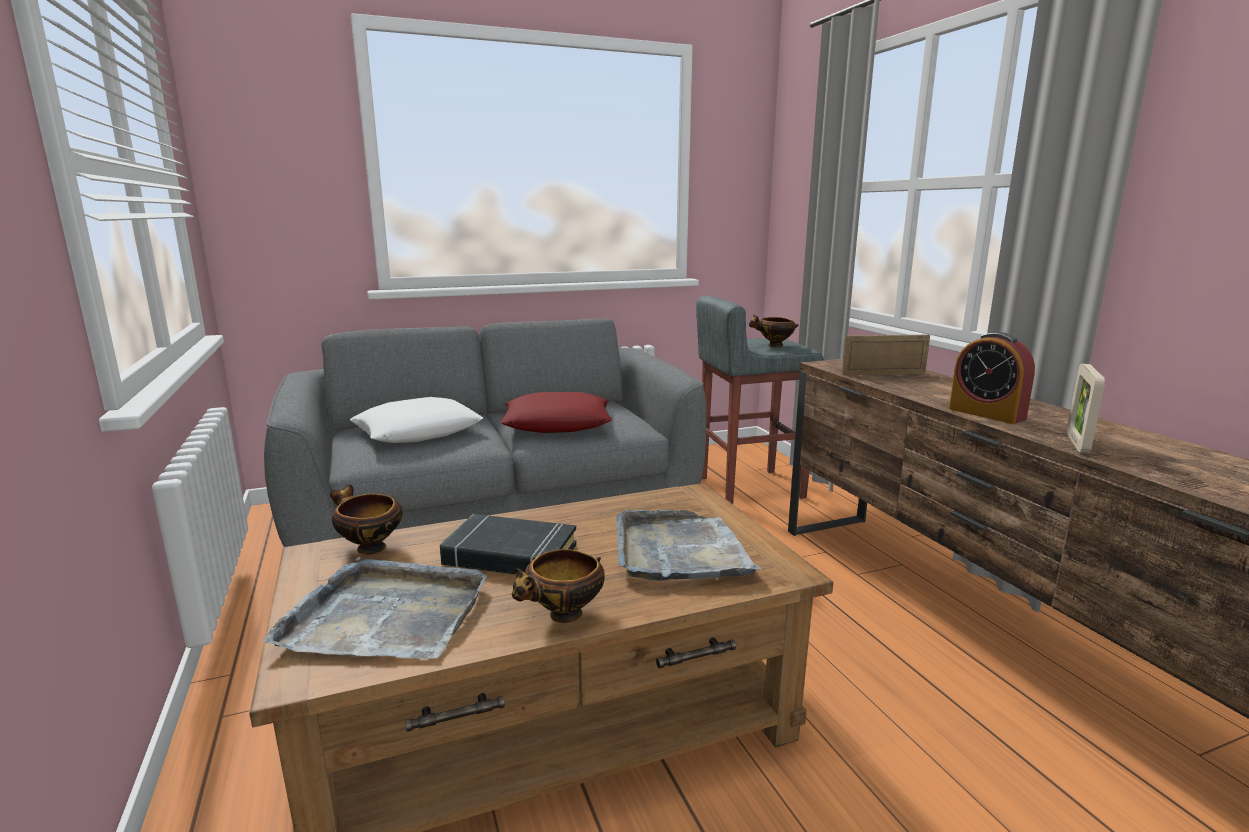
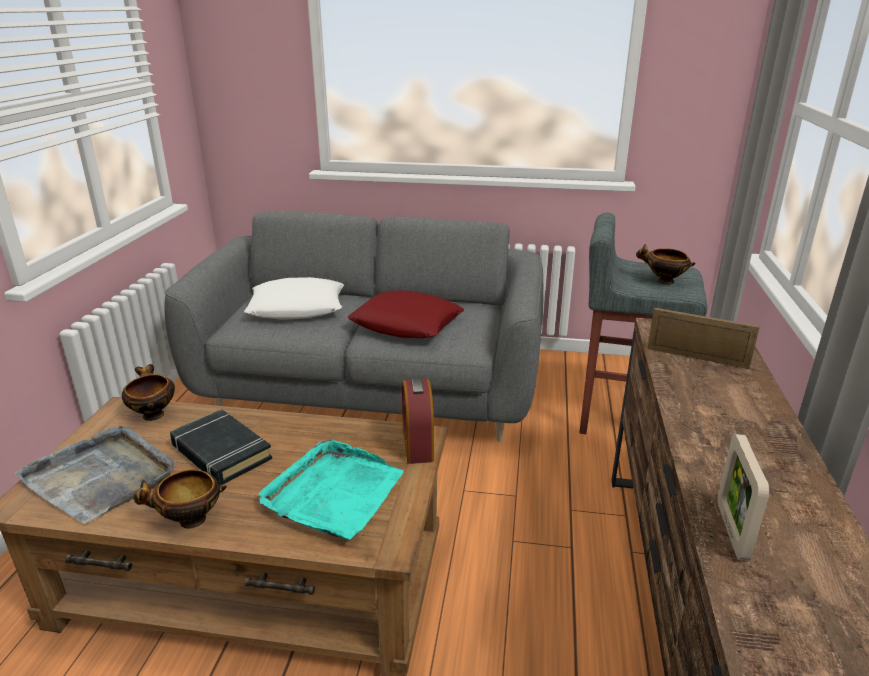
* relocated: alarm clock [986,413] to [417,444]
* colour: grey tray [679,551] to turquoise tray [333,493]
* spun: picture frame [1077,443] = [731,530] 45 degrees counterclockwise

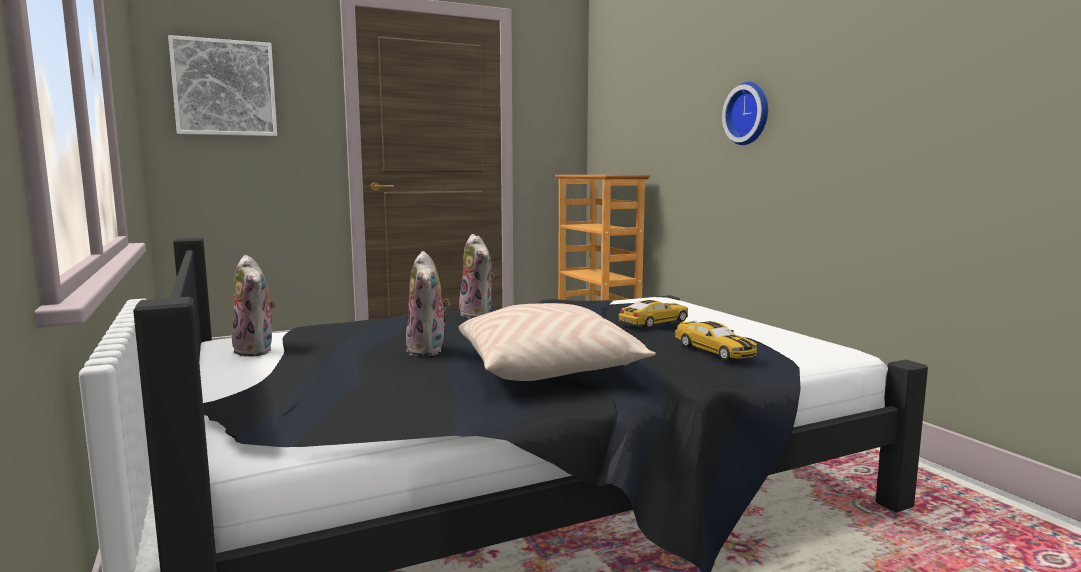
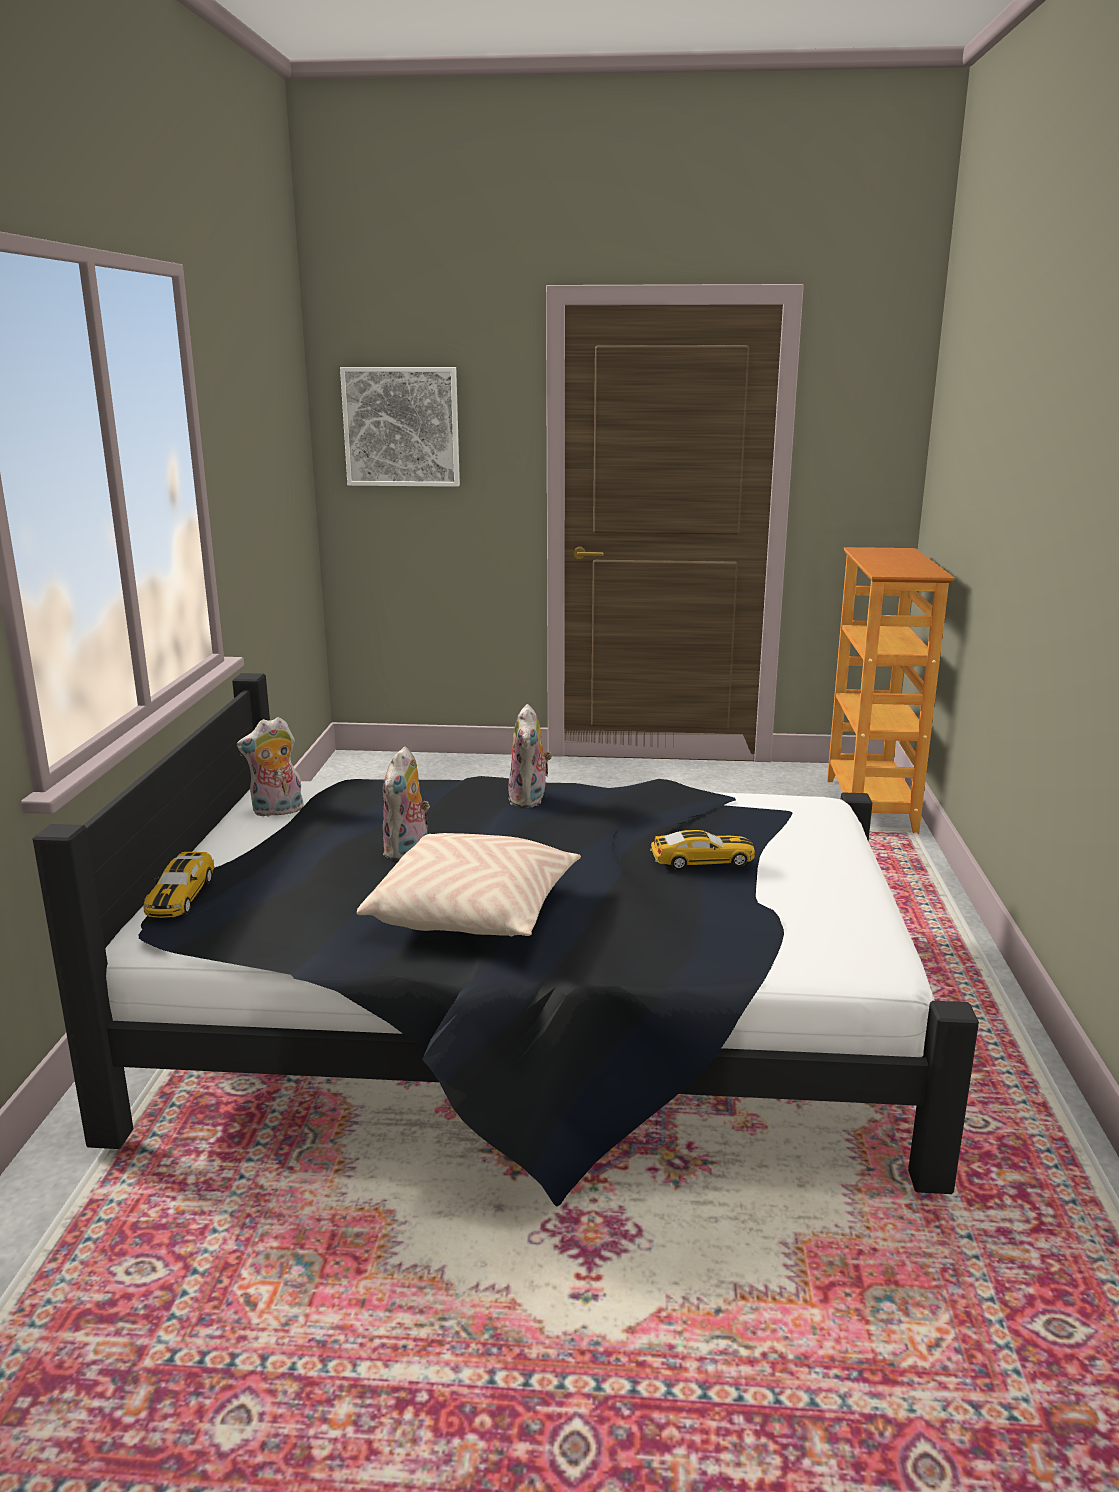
* missing: wall clock [749,114]
* relocated: toy car [715,350] to [180,896]
* spun: plush toy [257,351] = [277,811] 75 degrees clockwise

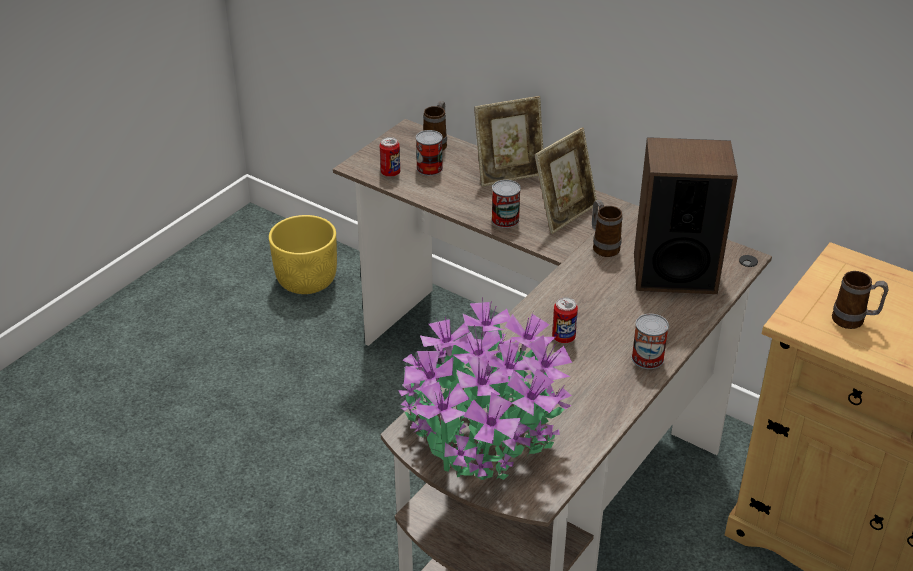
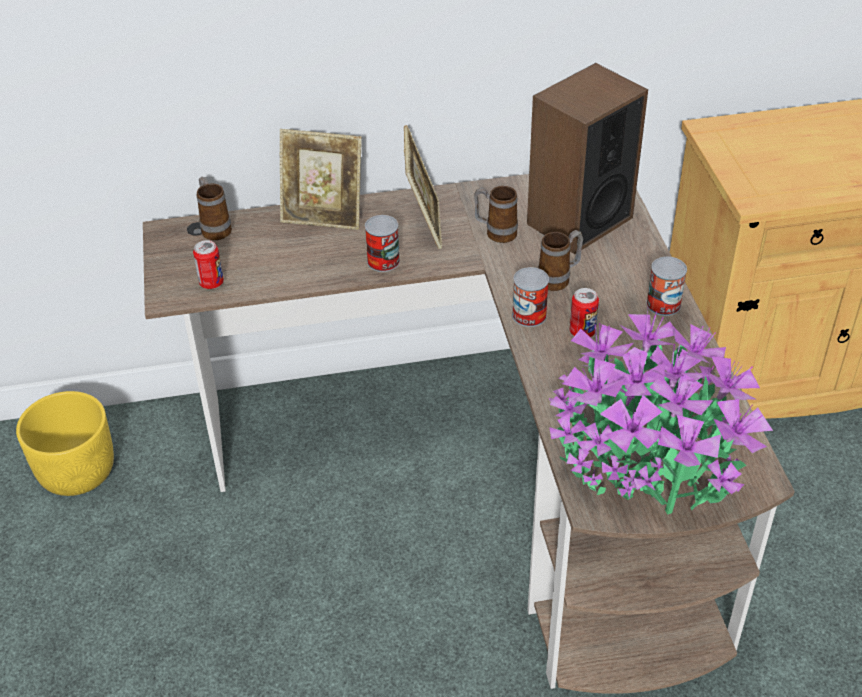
* relocated: can [429,168] to [529,315]
* relocated: mug [854,321] to [559,279]
* spun: picture frame [509,174] = [323,217] 75 degrees clockwise

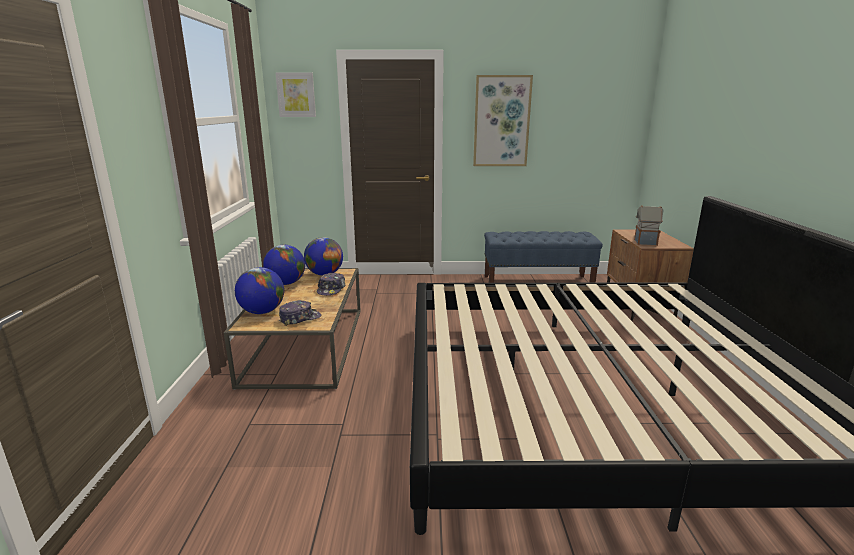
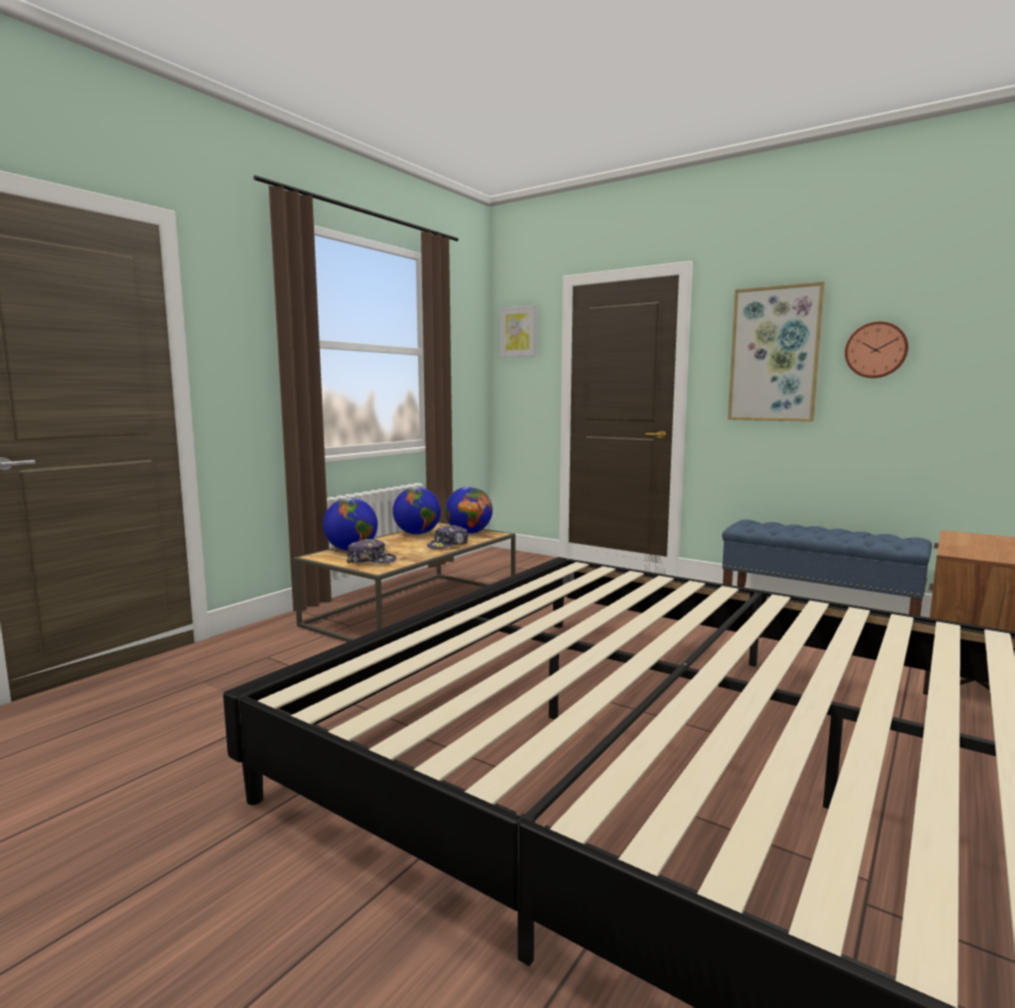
* missing: toy house [644,242]
* appeared: wall clock [876,350]

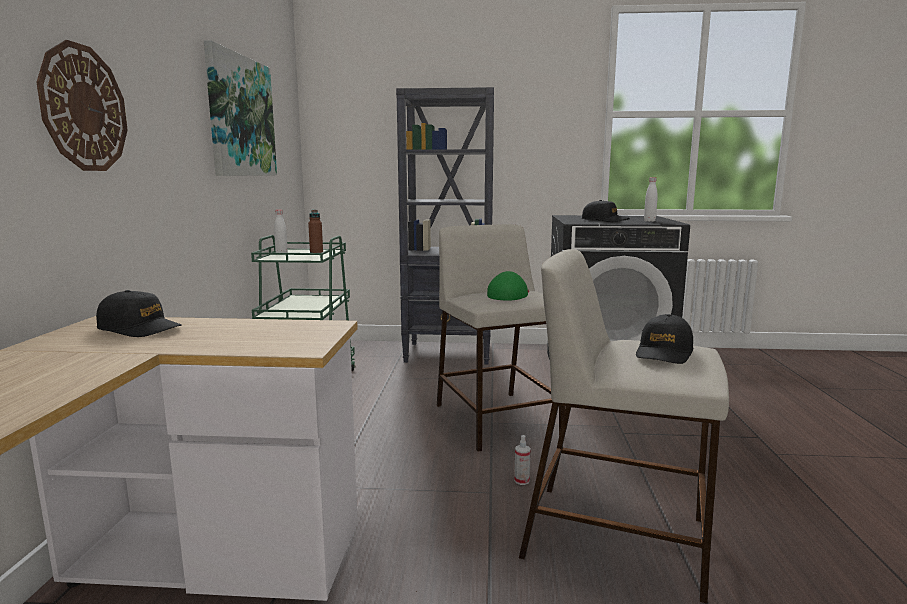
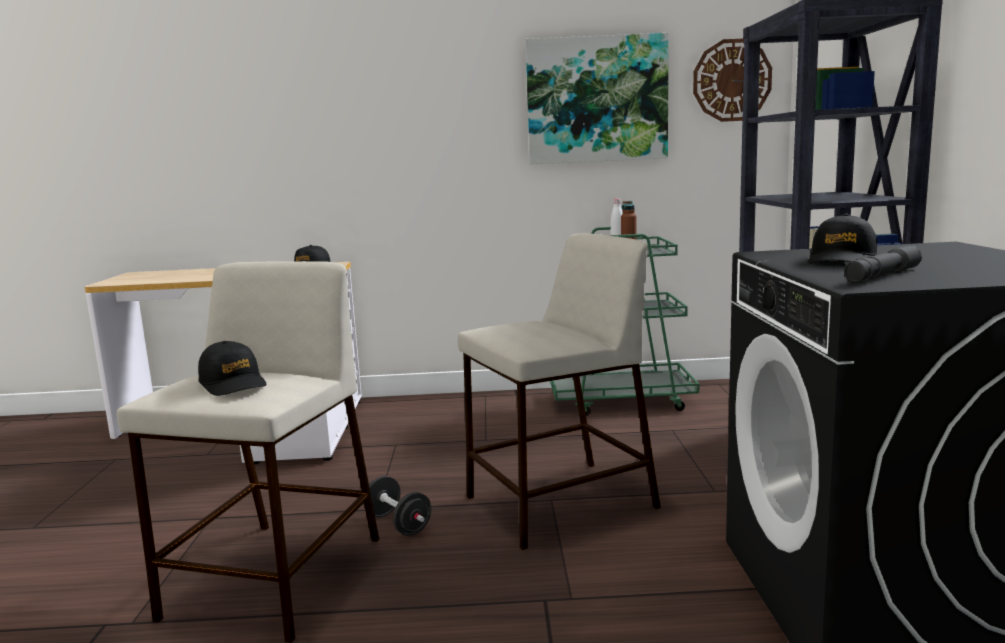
* missing: green cap [509,294]
* relocated: wall clock [84,108] to [731,80]
* exchanged: spray bottle [521,481] to black dumbbell [398,524]
* exchanged: white bottle [649,221] to grey flashlight [882,275]
* spun: black cap [664,353] = [233,383] 150 degrees counterclockwise

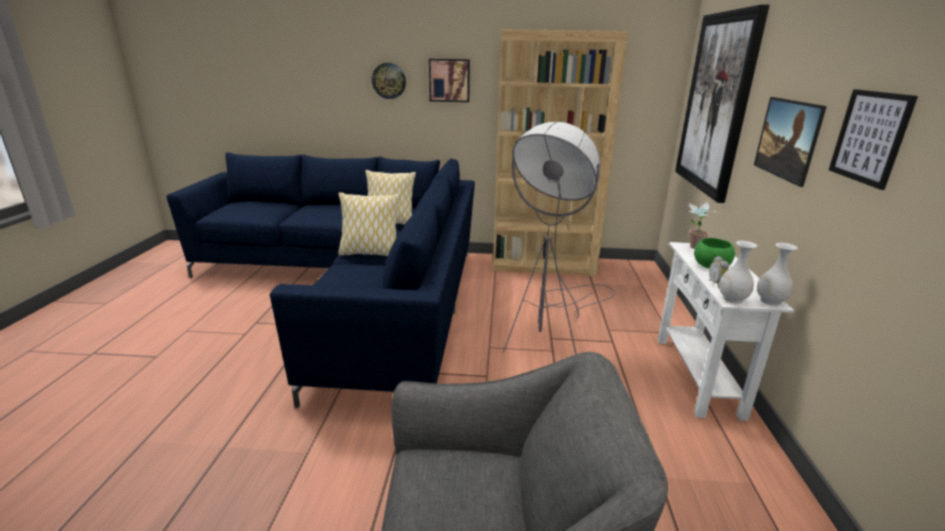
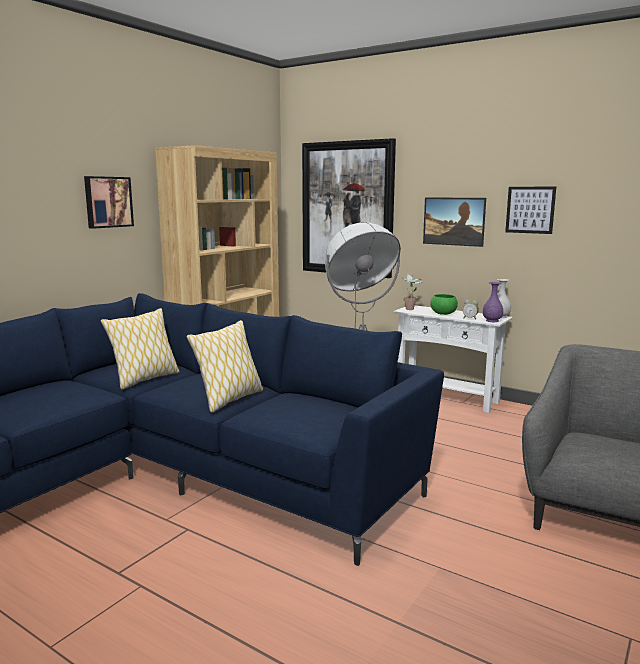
* missing: wall clock [389,81]
* colour: white vase [732,299] to purple vase [492,321]

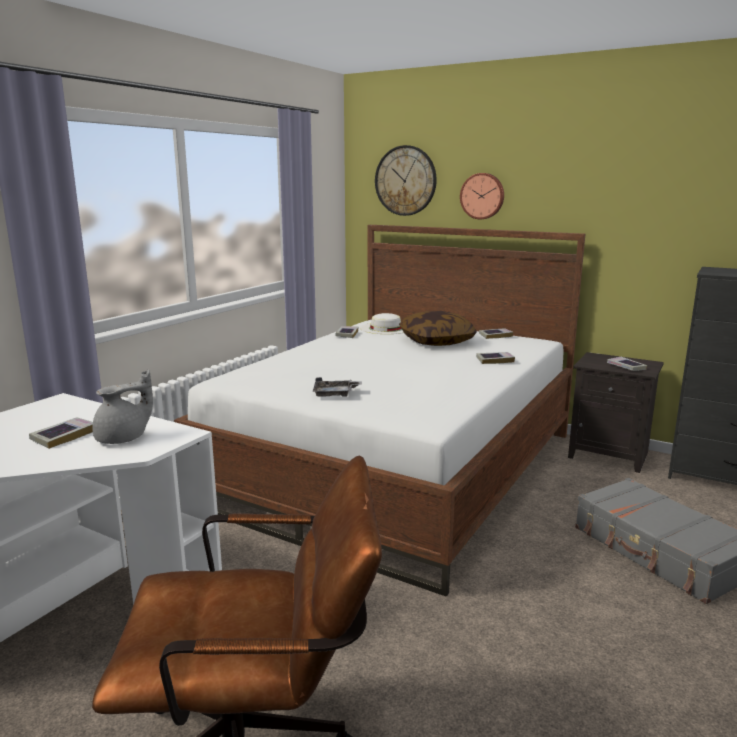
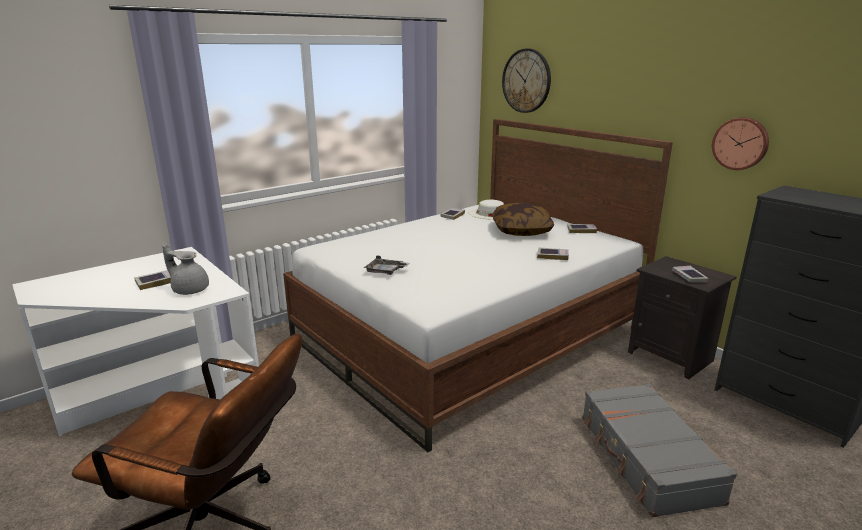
* relocated: wall clock [482,196] to [740,143]
* spun: grey teapot [124,438] = [190,289] 135 degrees counterclockwise

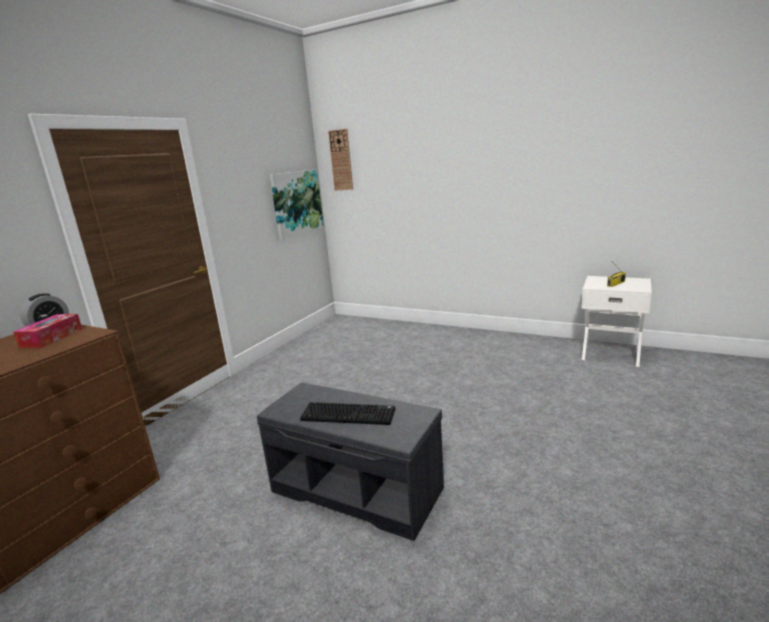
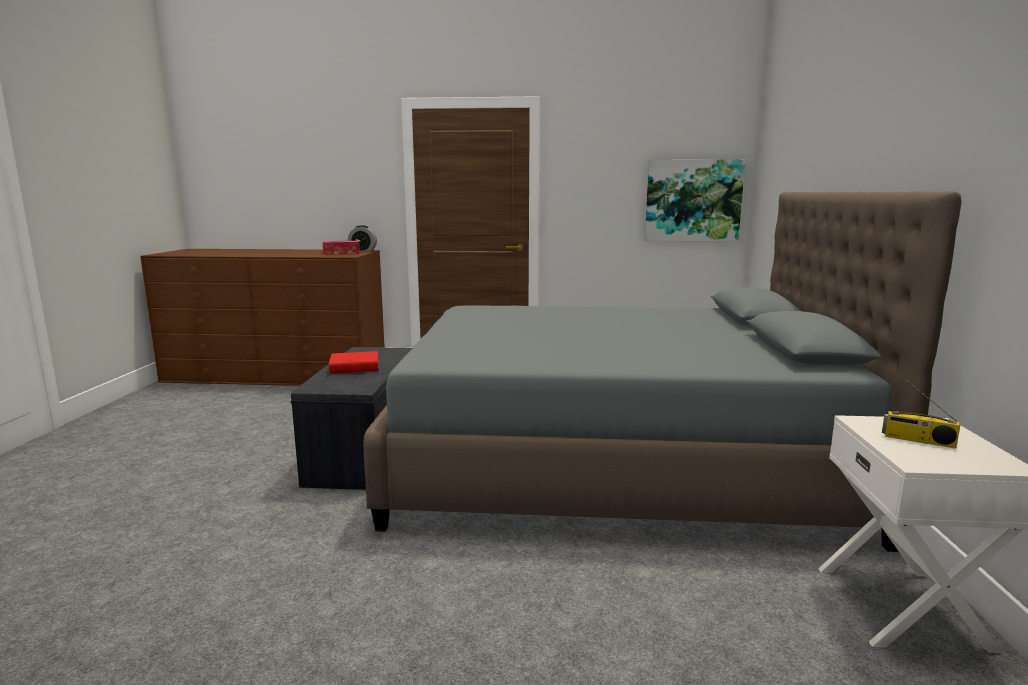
* missing: wall clock [341,160]
* appeared: grey bed [613,460]
* exchanged: keyboard [349,414] to red book [354,367]

